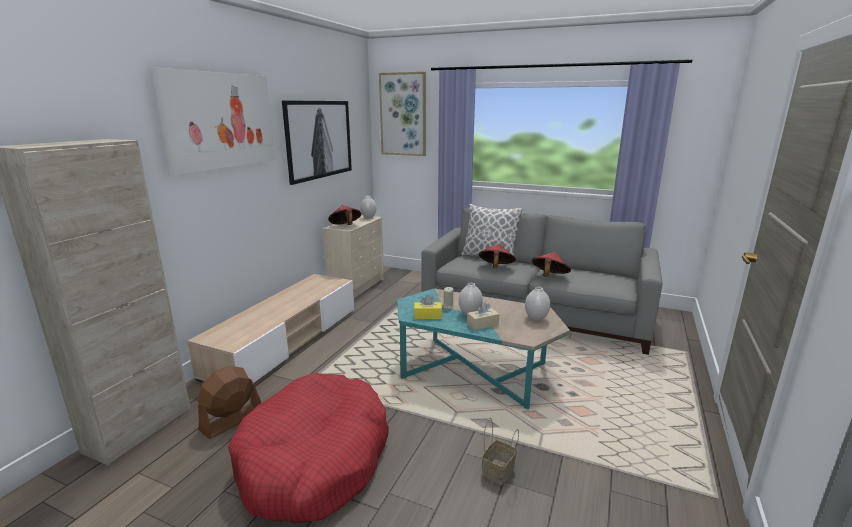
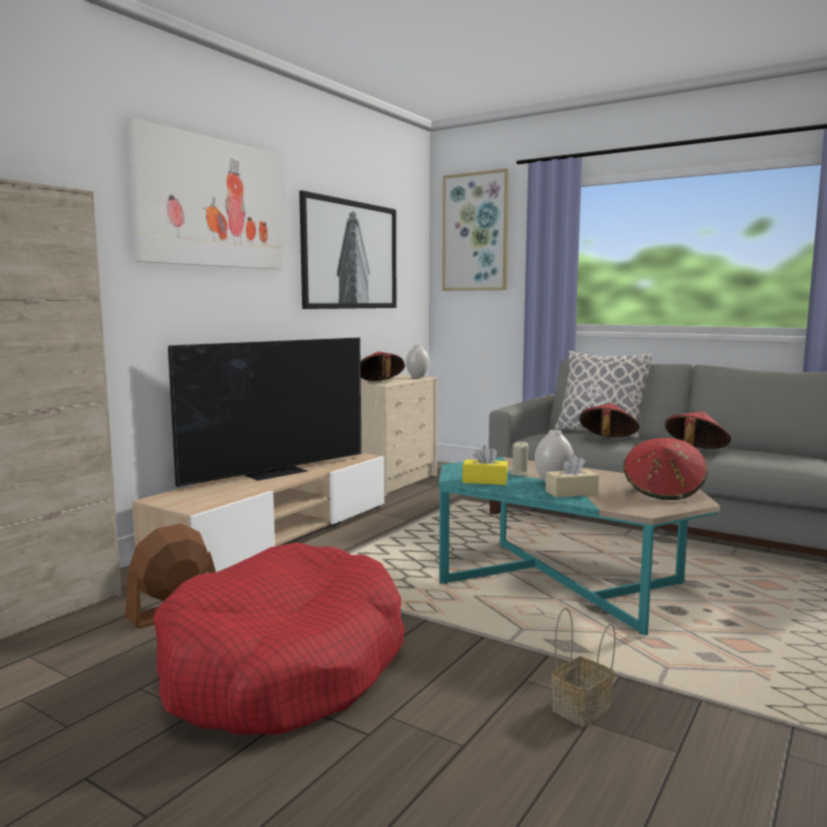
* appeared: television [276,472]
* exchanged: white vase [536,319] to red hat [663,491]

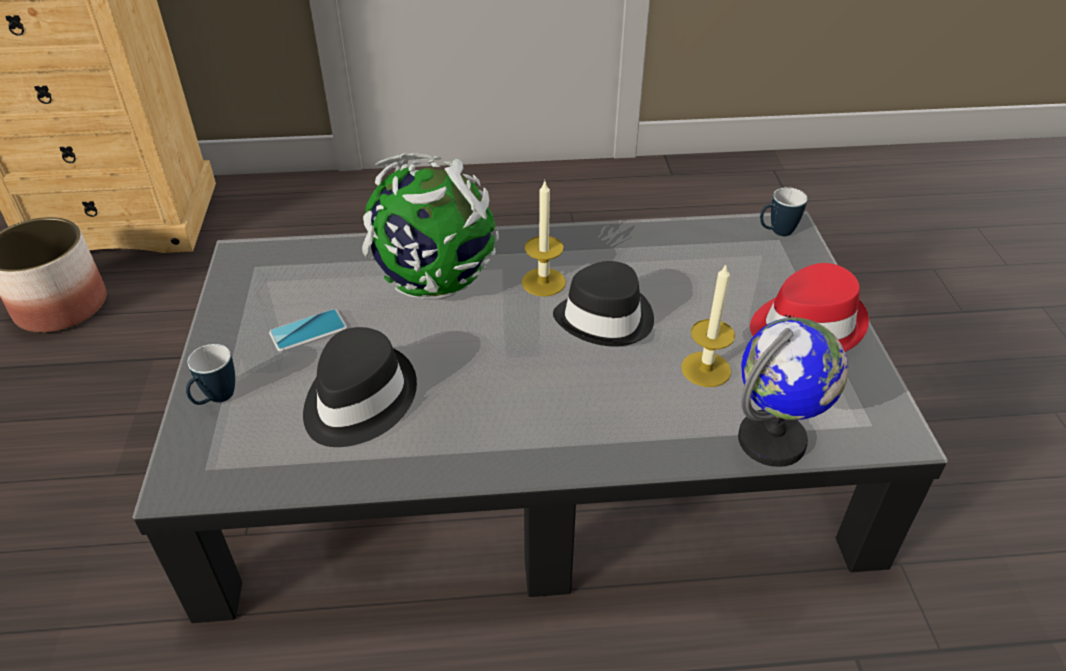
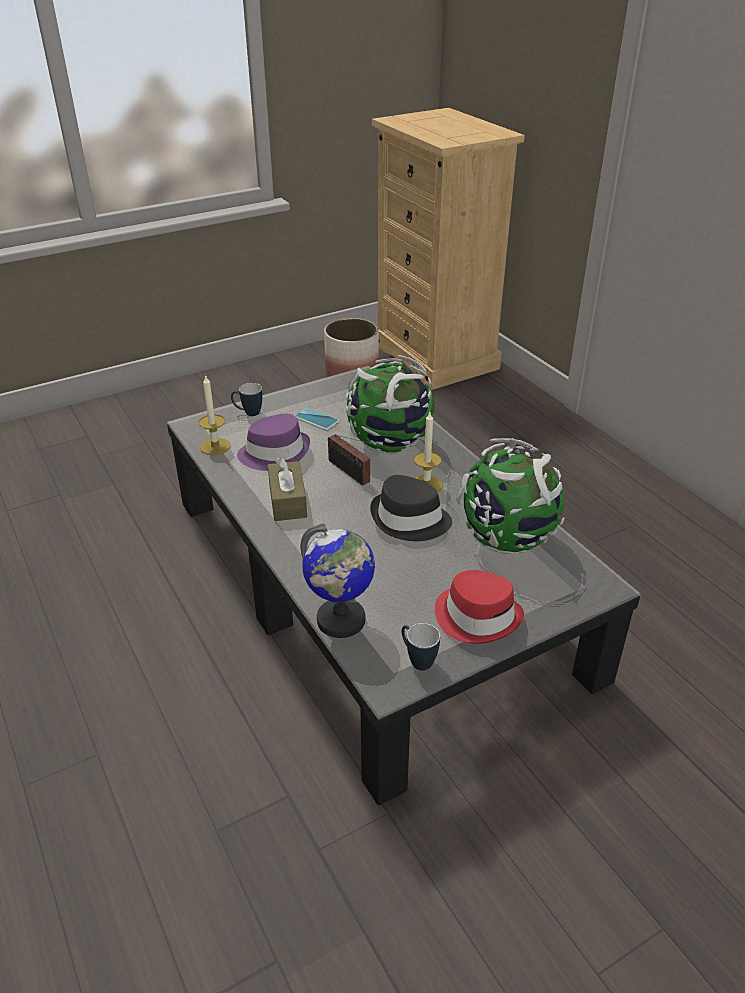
* appeared: brown tissue box [287,501]
* appeared: radio [350,473]
* appeared: globe [506,540]
* relocated: candle [706,369] to [215,446]
* relocated: mug [776,232] to [417,660]
* colour: black hat [357,400] to purple hat [275,453]

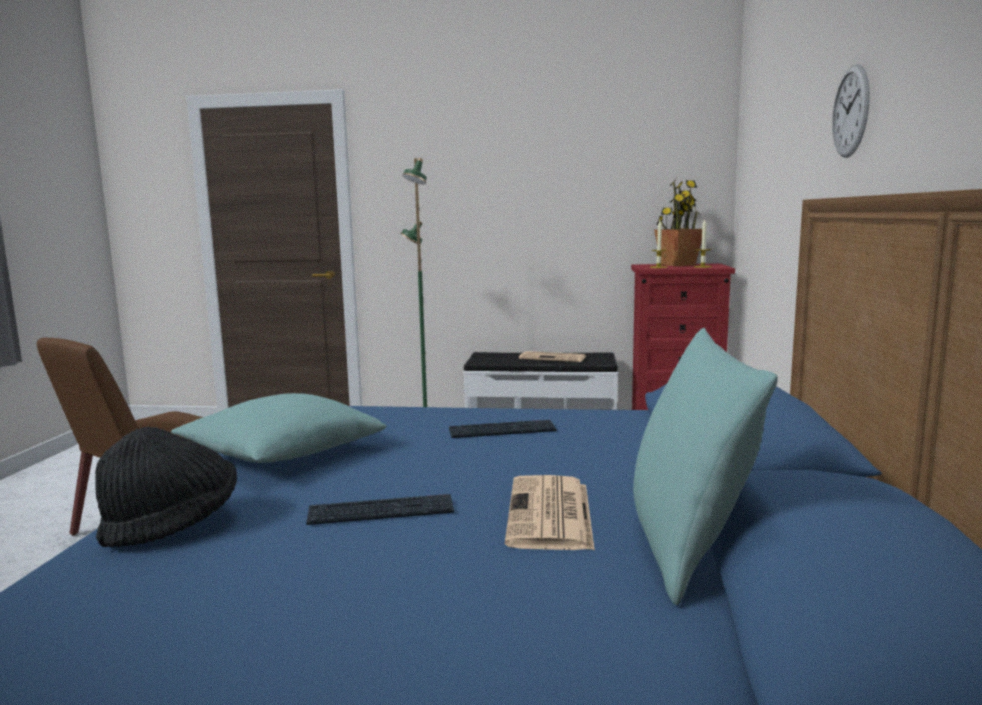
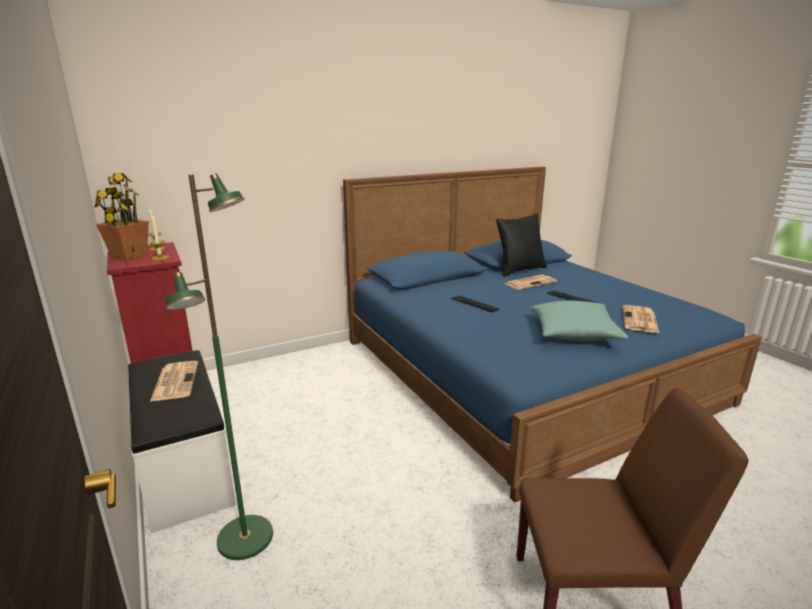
* missing: wall clock [851,111]
* exchanged: black hat [172,525] to newspaper [640,320]
* colour: turquoise pillow [687,548] to black pillow [519,270]

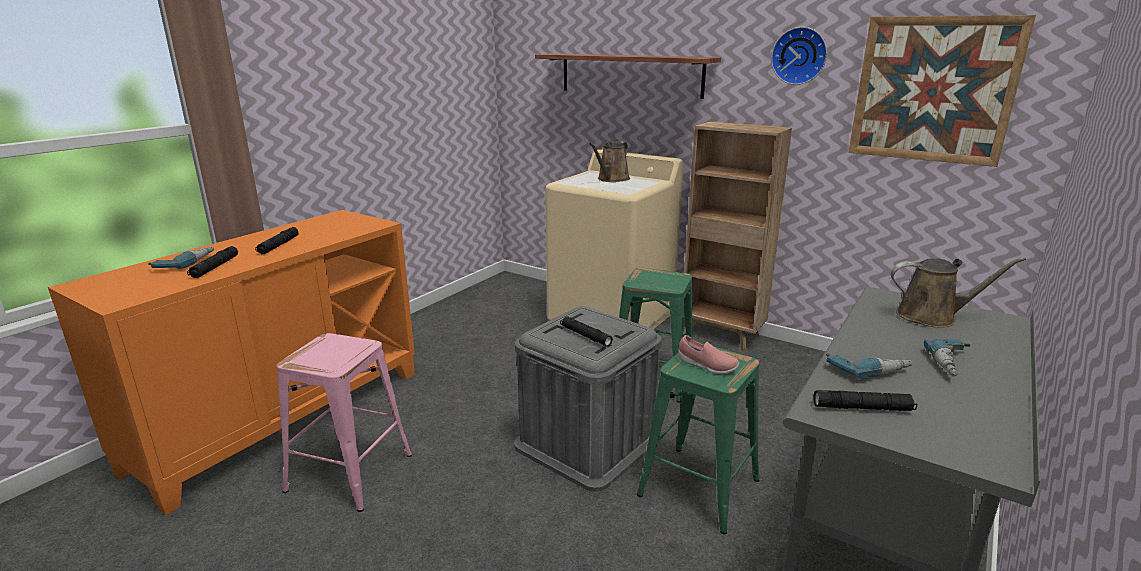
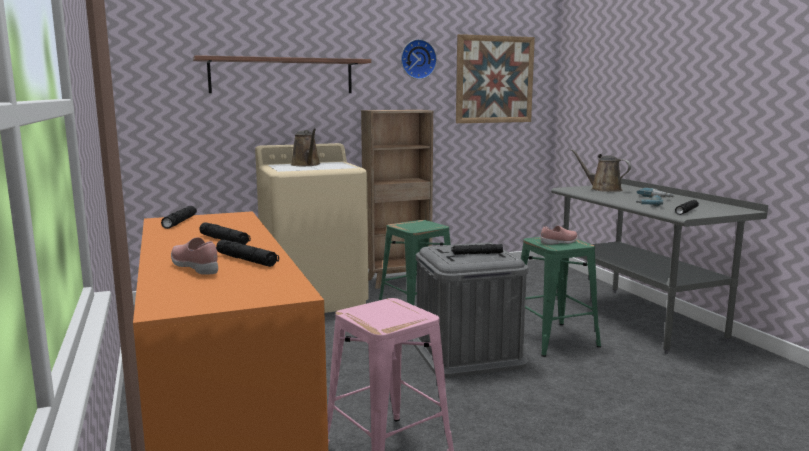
* appeared: black flashlight [180,222]
* exchanged: power drill [184,263] to pink shoe [196,268]
* spun: brown watering can [932,316] = [603,189] 90 degrees counterclockwise

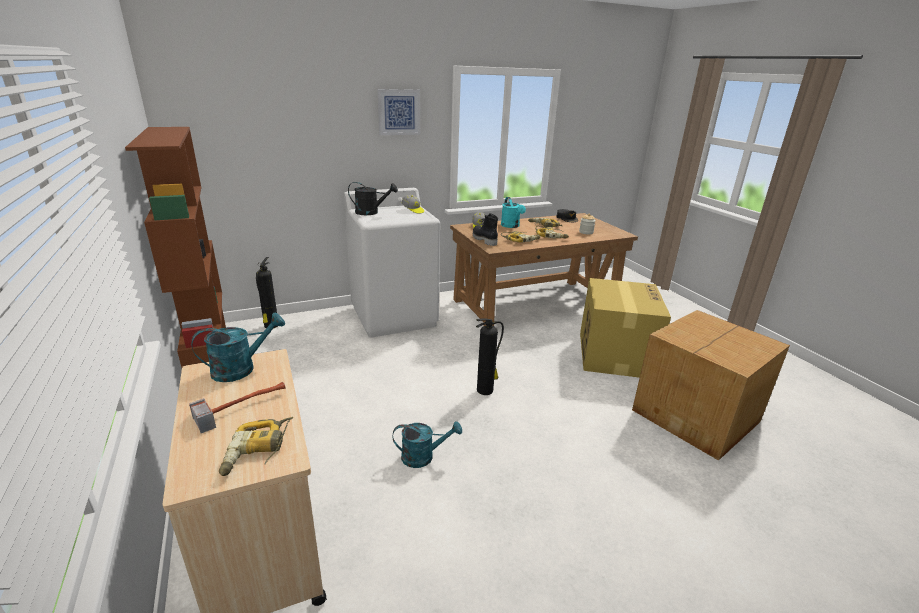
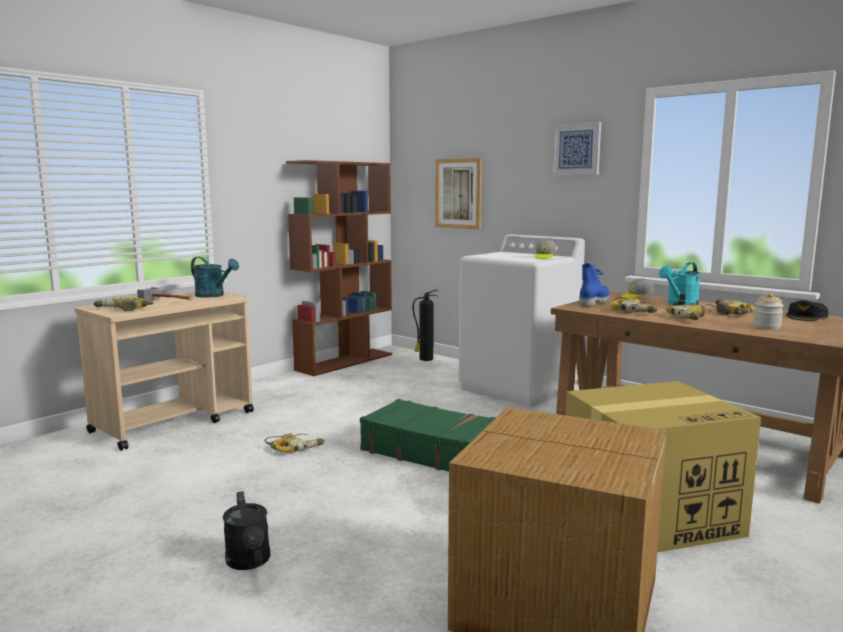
* appeared: picture [458,193]
* relocated: black watering can [371,212] to [249,562]
* exchanged: turquoise watering can [423,456] to power drill [295,447]
* exchanged: fire extinguisher [485,390] to green suitcase [434,451]
* colour: black boot [483,240] to blue boot [593,302]

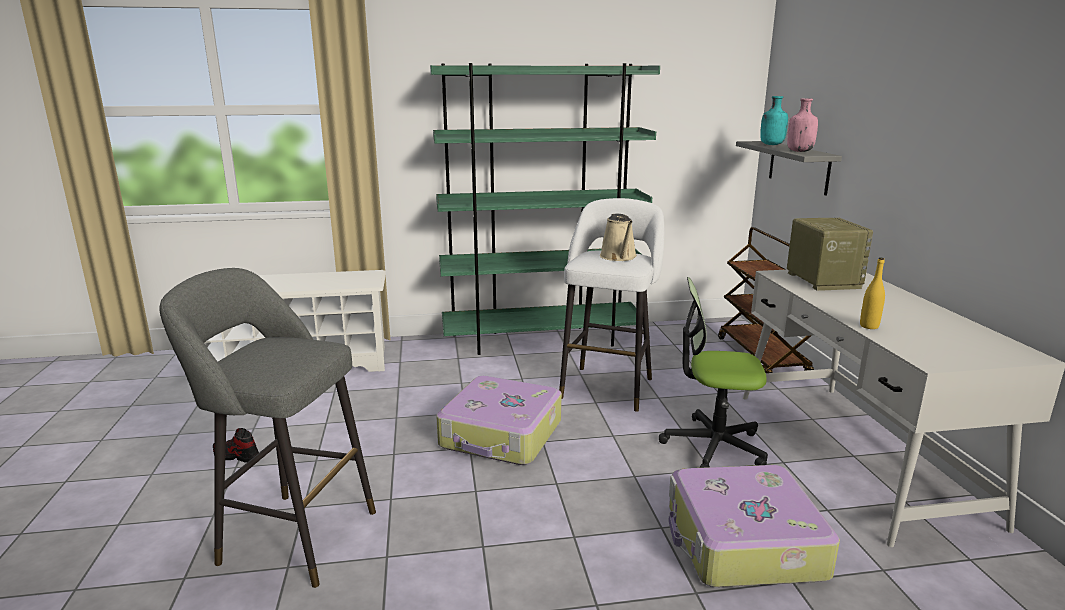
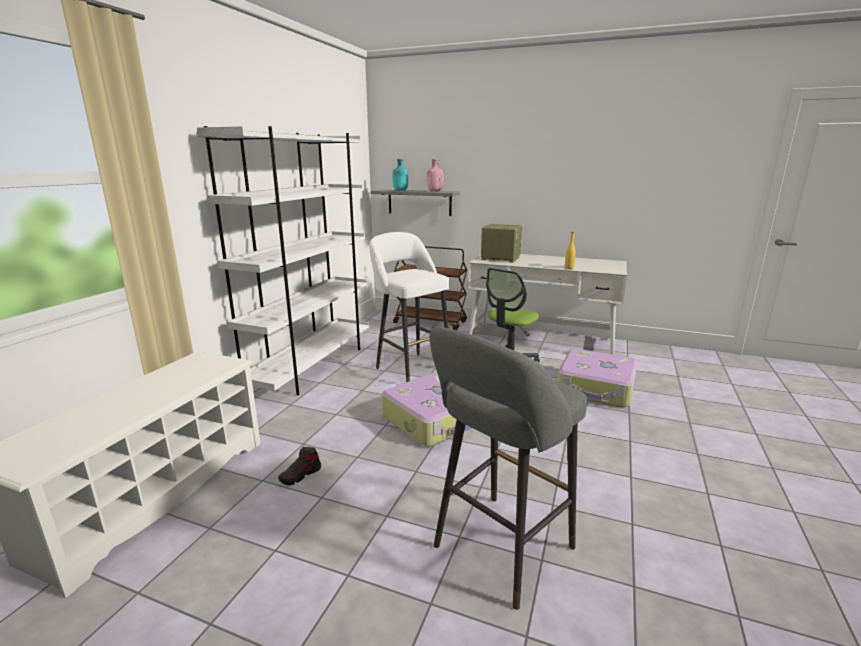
* missing: beige watering can [619,257]
* relocated: shoe [237,456] to [301,475]
* colour: green bookcase [542,339] to white bookcase [312,366]

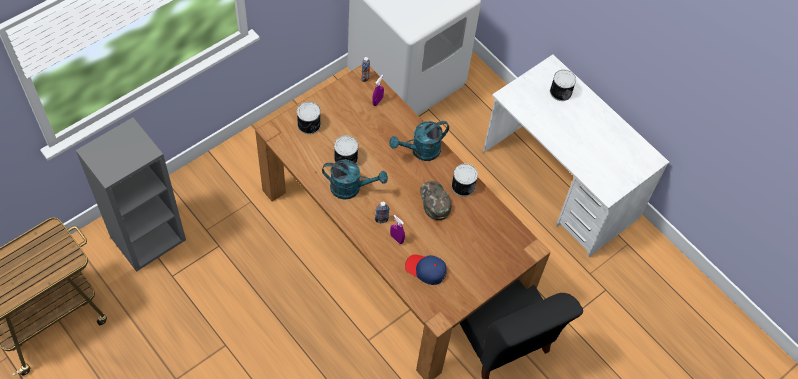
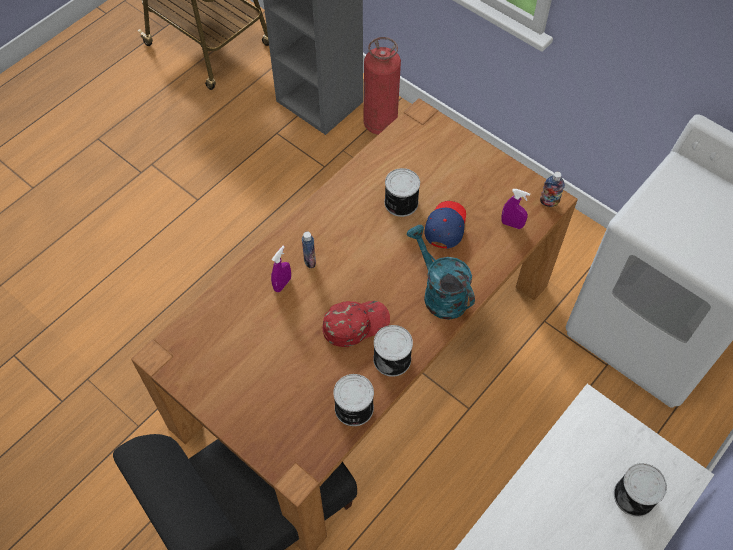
* missing: turquoise watering can [351,188]
* appeared: fire extinguisher [380,124]
* relocated: can [309,125] to [353,408]
* relocated: blue cap [426,270] to [445,226]
* colour: green cap [434,201] to red cap [355,323]

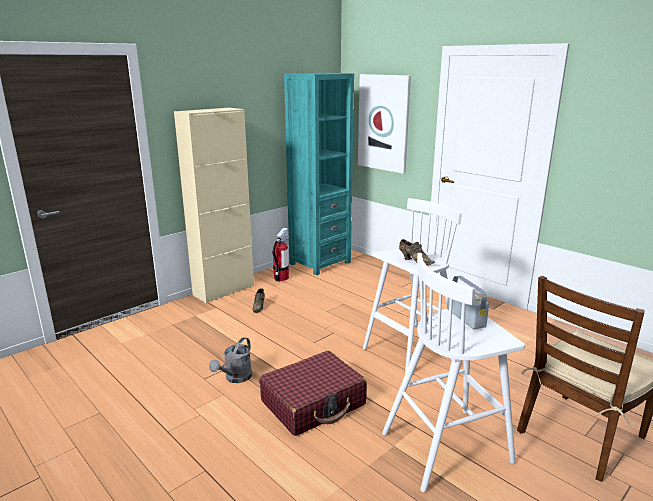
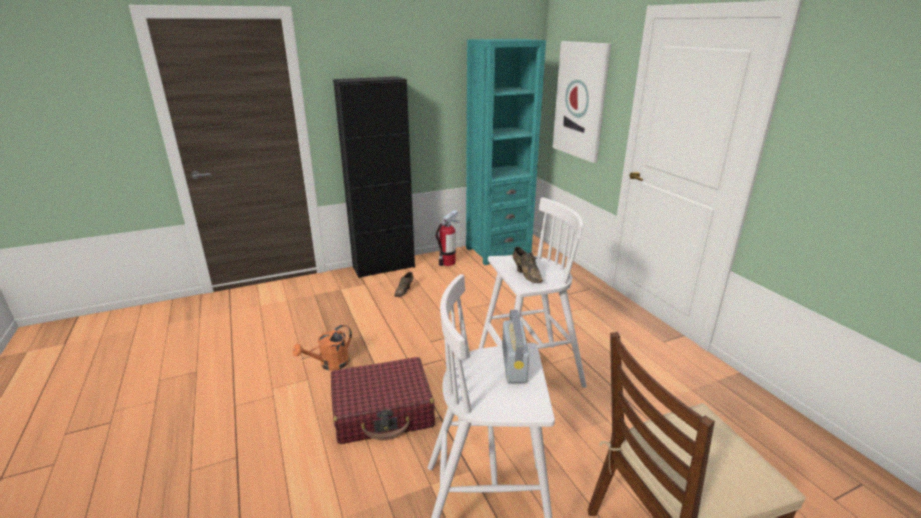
* colour: beige cabinet [224,290] to black cabinet [383,267]
* colour: grey watering can [235,378] to orange watering can [330,364]

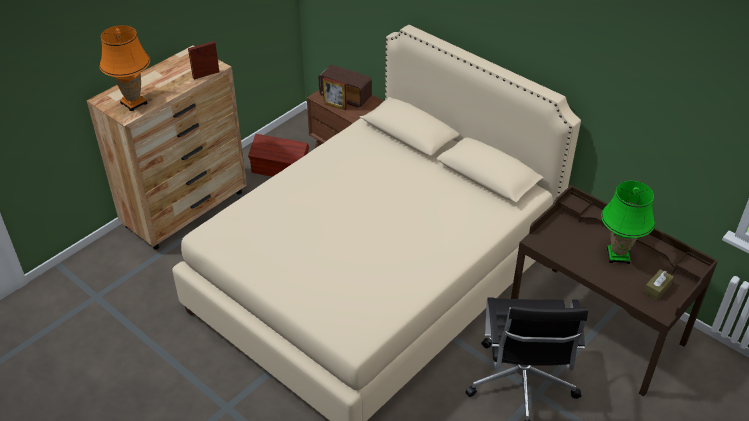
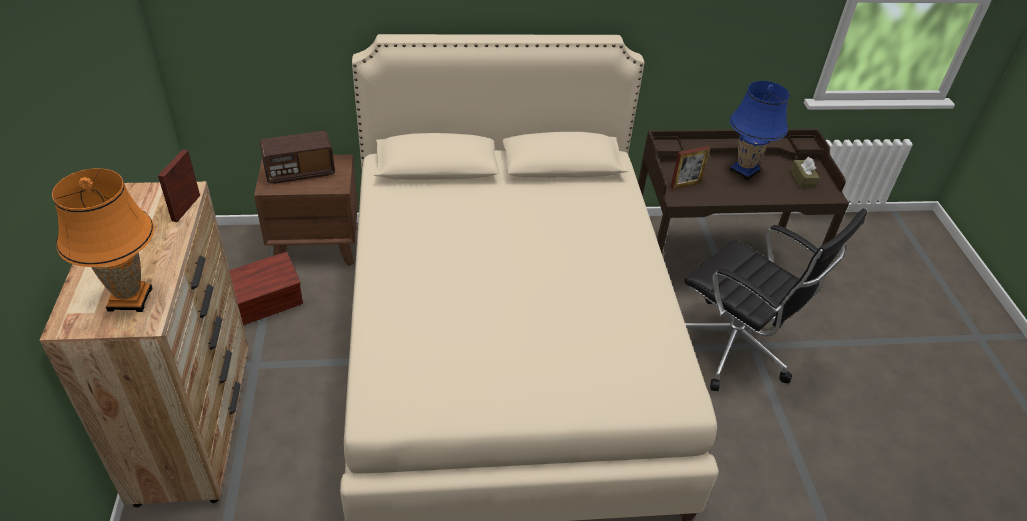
* relocated: picture frame [335,106] to [686,185]
* colour: green table lamp [618,256] to blue table lamp [744,171]

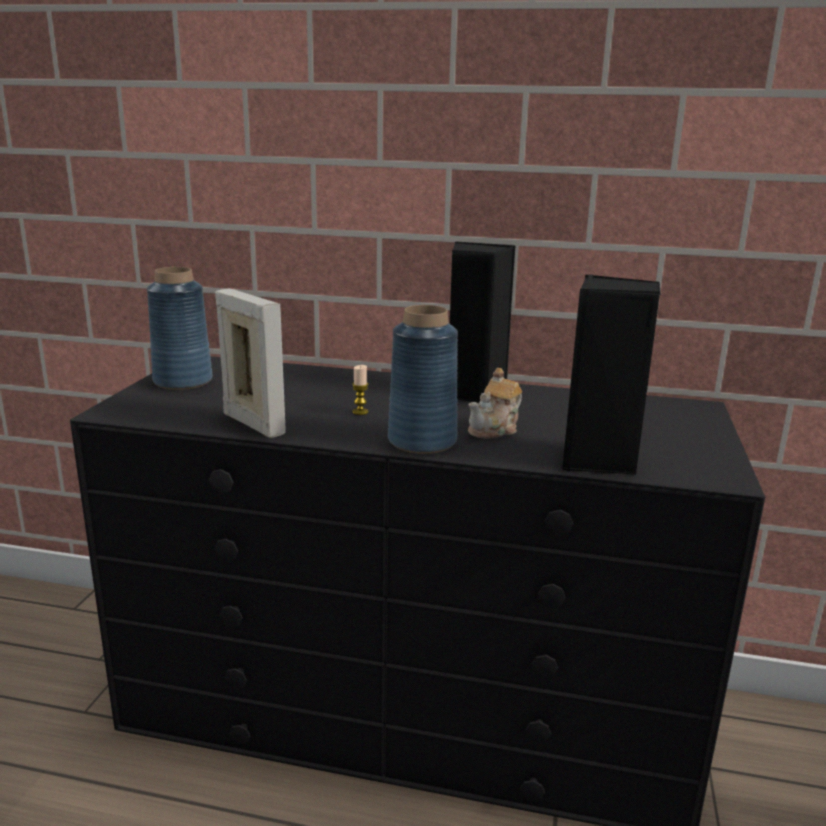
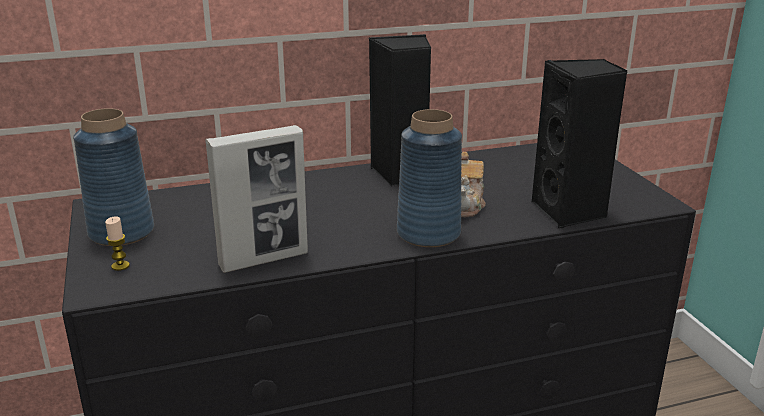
* relocated: candle [360,412] to [120,266]
* spun: picture frame [253,424] = [264,259] 135 degrees clockwise

